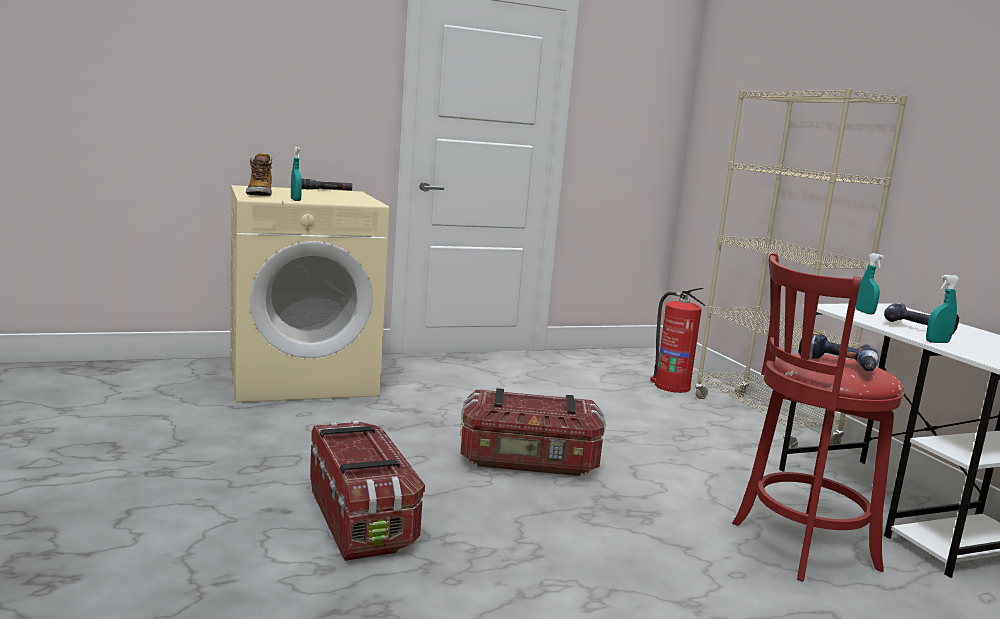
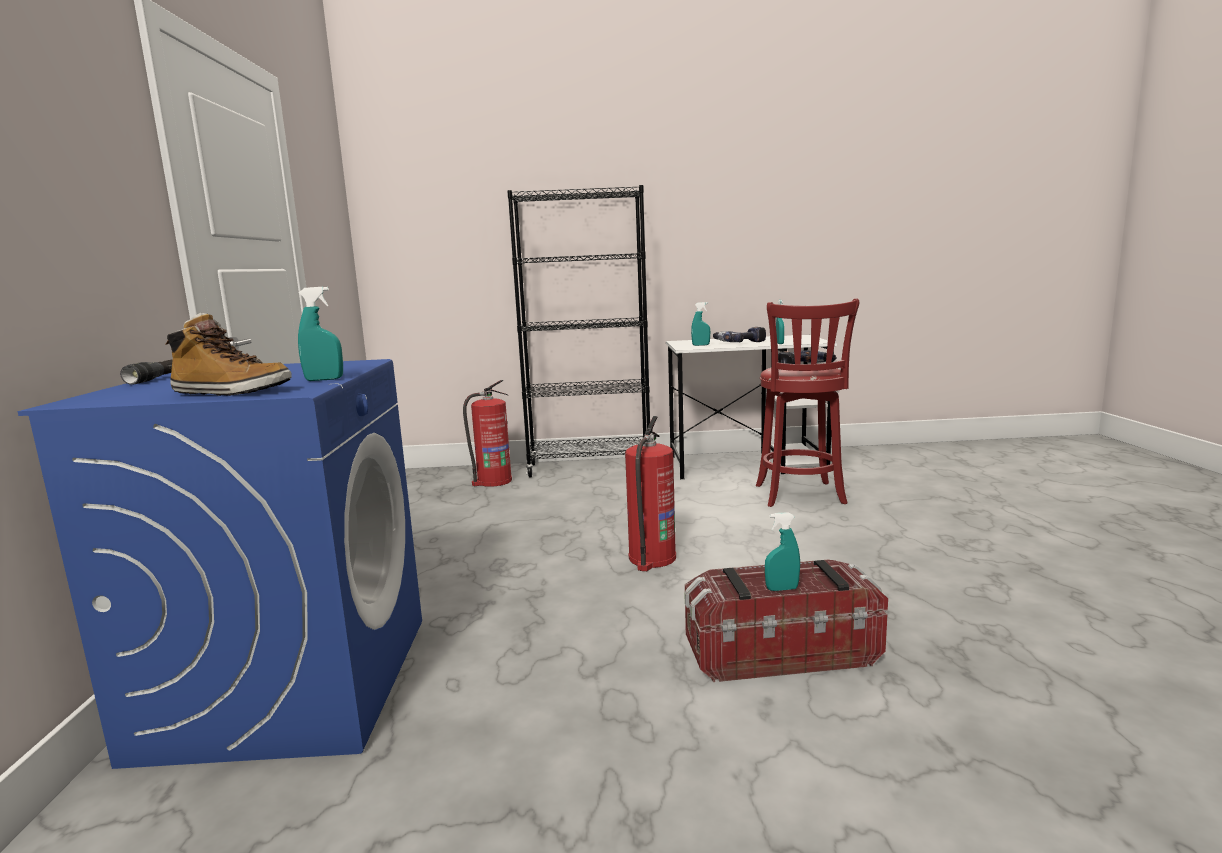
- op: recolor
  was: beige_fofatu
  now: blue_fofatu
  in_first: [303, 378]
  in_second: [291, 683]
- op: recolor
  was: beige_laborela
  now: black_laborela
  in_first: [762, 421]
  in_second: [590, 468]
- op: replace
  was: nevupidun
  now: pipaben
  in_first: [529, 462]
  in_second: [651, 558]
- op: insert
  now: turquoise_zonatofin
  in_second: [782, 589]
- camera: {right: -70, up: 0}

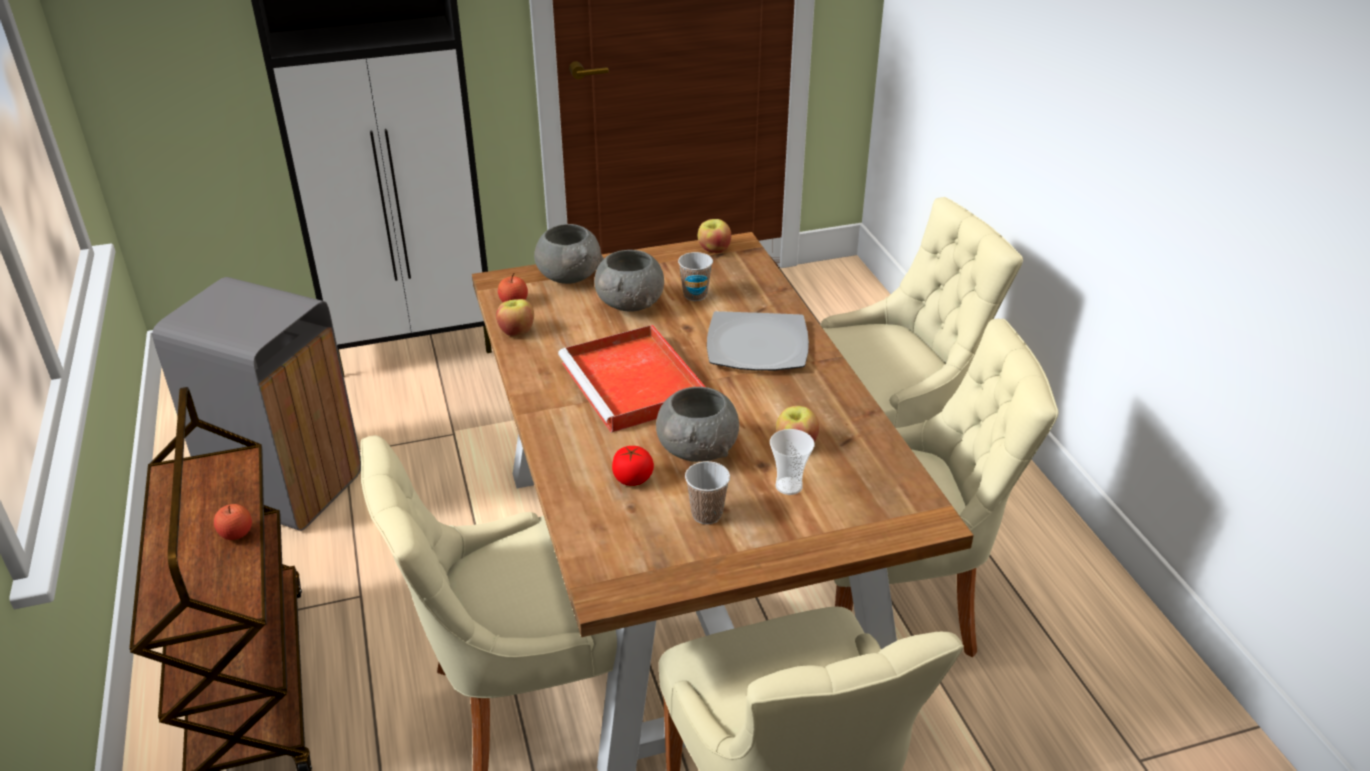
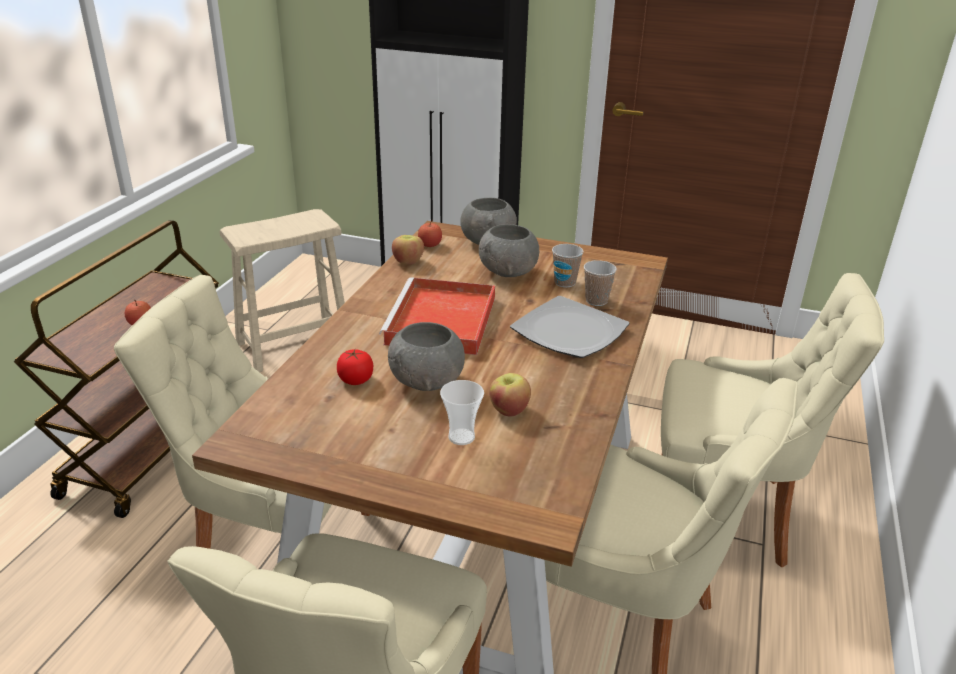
- op: replace
  was: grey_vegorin
  now: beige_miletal
  in_first: [286, 486]
  in_second: [293, 344]
- op: move
  was: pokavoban
  in_first: [707, 514]
  in_second: [596, 301]
- op: delete
  was: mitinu
  in_first: [714, 250]
- camera: {right: 35, up: -5}

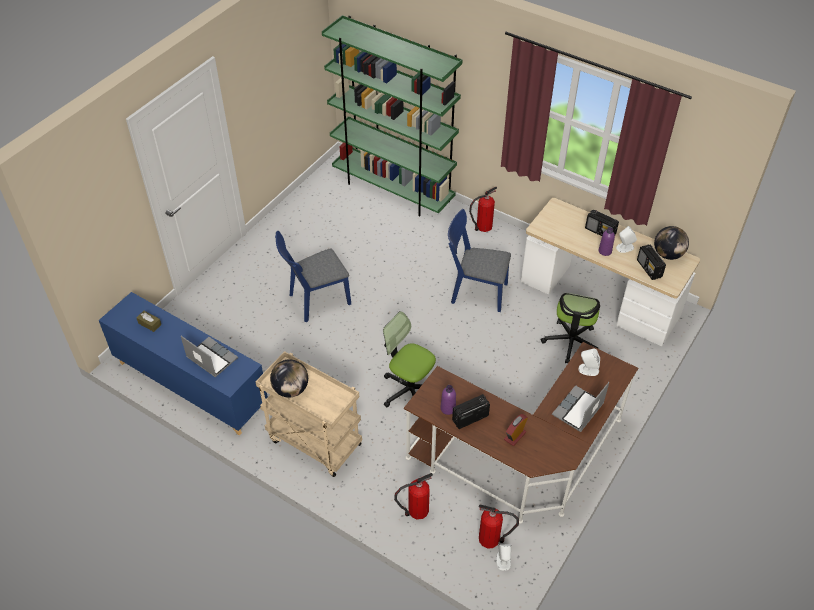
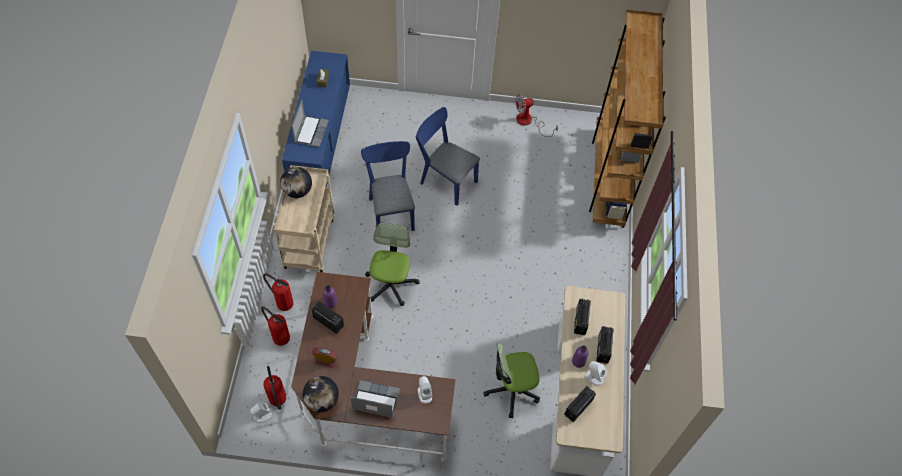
- op: move
  was: pipaben
  in_first: [483, 227]
  in_second: [283, 302]
- op: move
  was: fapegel
  in_first: [667, 254]
  in_second: [322, 400]
- op: move
  was: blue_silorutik
  in_first: [474, 292]
  in_second: [391, 210]
- op: insert
  now: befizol
  in_second: [529, 122]
- op: insert
  now: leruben
  in_second: [580, 321]
- op: recolor
  was: green_laborela
  now: brown_laborela
  in_first: [393, 190]
  in_second: [608, 178]
- camera: {right: 60, up: 10}

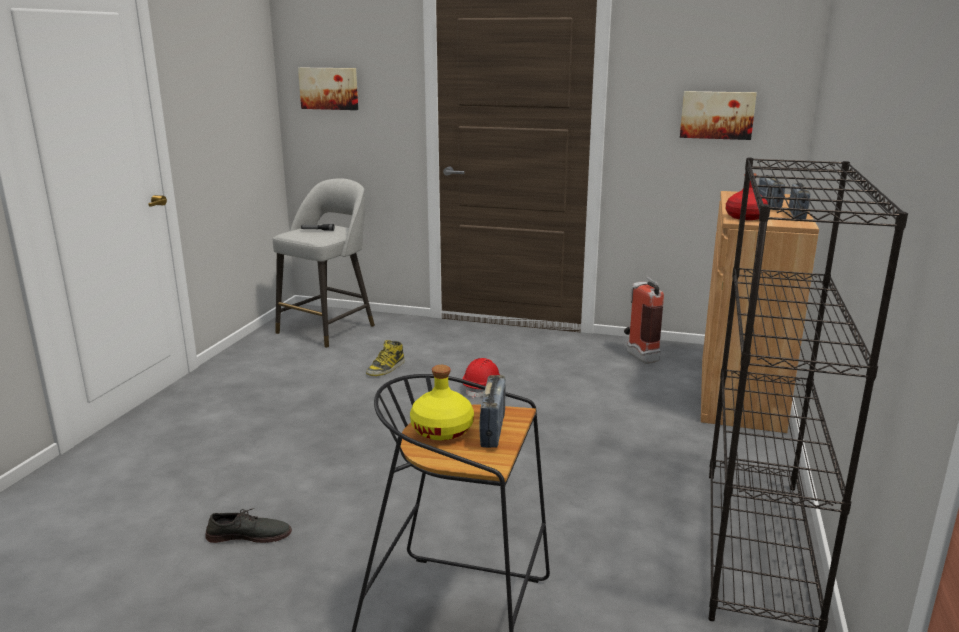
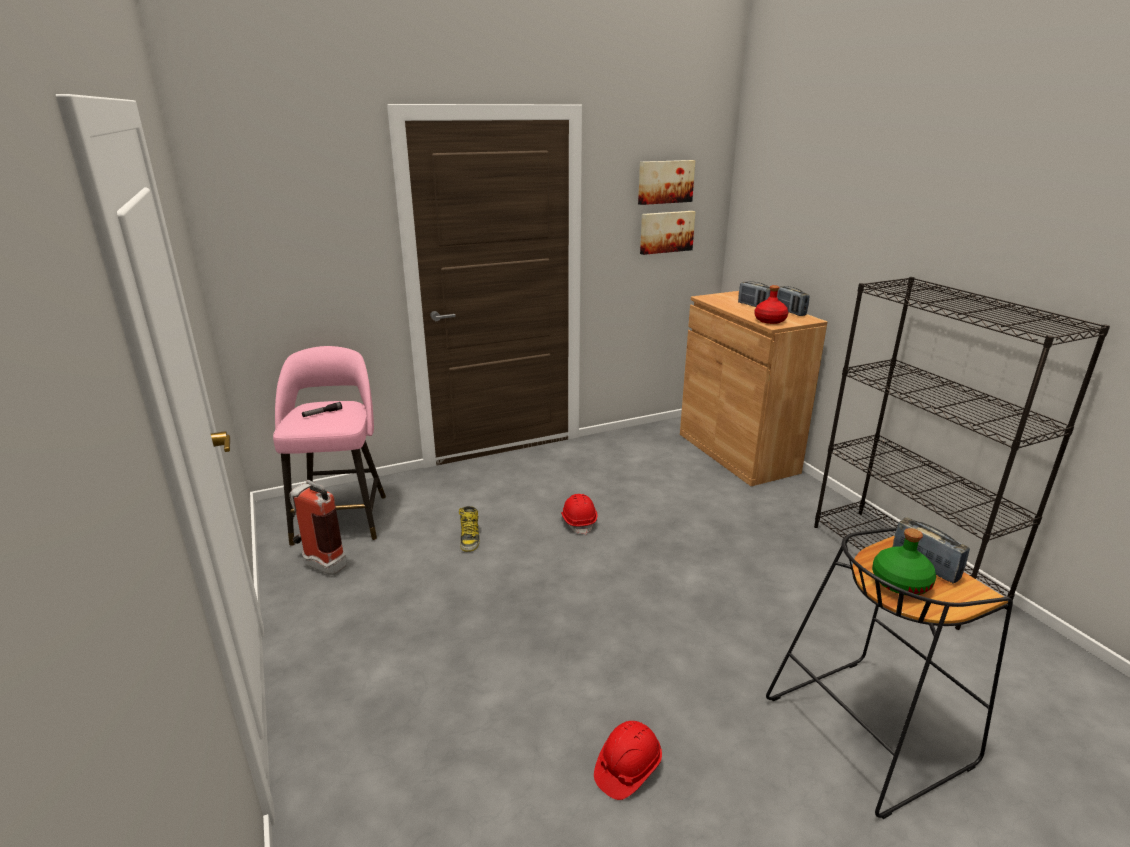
- op: recolor
  was: grey_miletal
  now: pink_miletal
  in_first: [328, 328]
  in_second: [341, 517]
- op: move
  was: pipaben
  in_first: [638, 355]
  in_second: [319, 563]
- op: replace
  was: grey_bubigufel
  now: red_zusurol
  in_first: [249, 535]
  in_second: [627, 768]
- op: move
  was: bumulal
  in_first: [329, 88]
  in_second: [665, 182]
- op: recolor
  was: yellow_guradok
  now: green_guradok
  in_first: [442, 429]
  in_second: [900, 582]
- camera: {right: -40, up: 5}

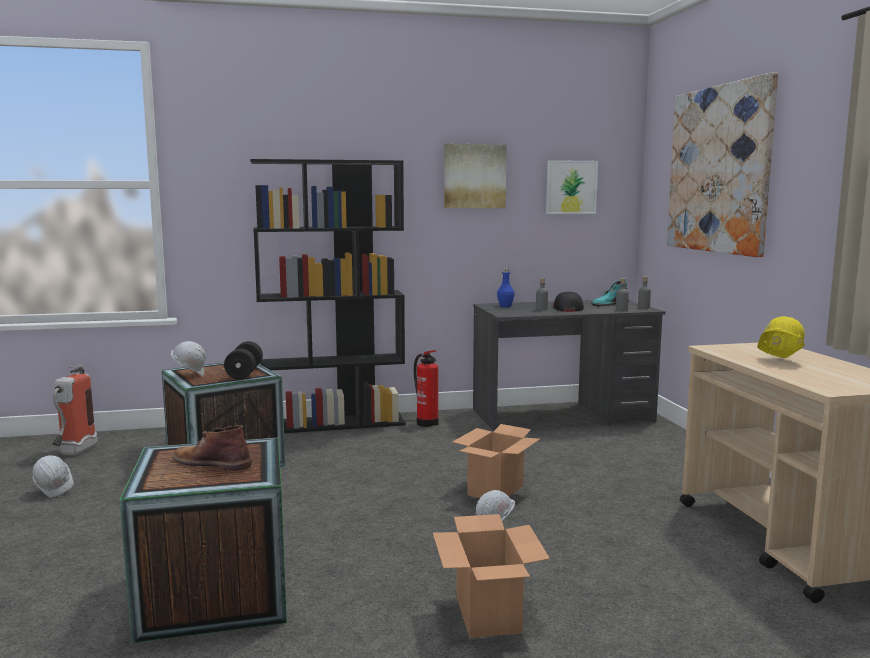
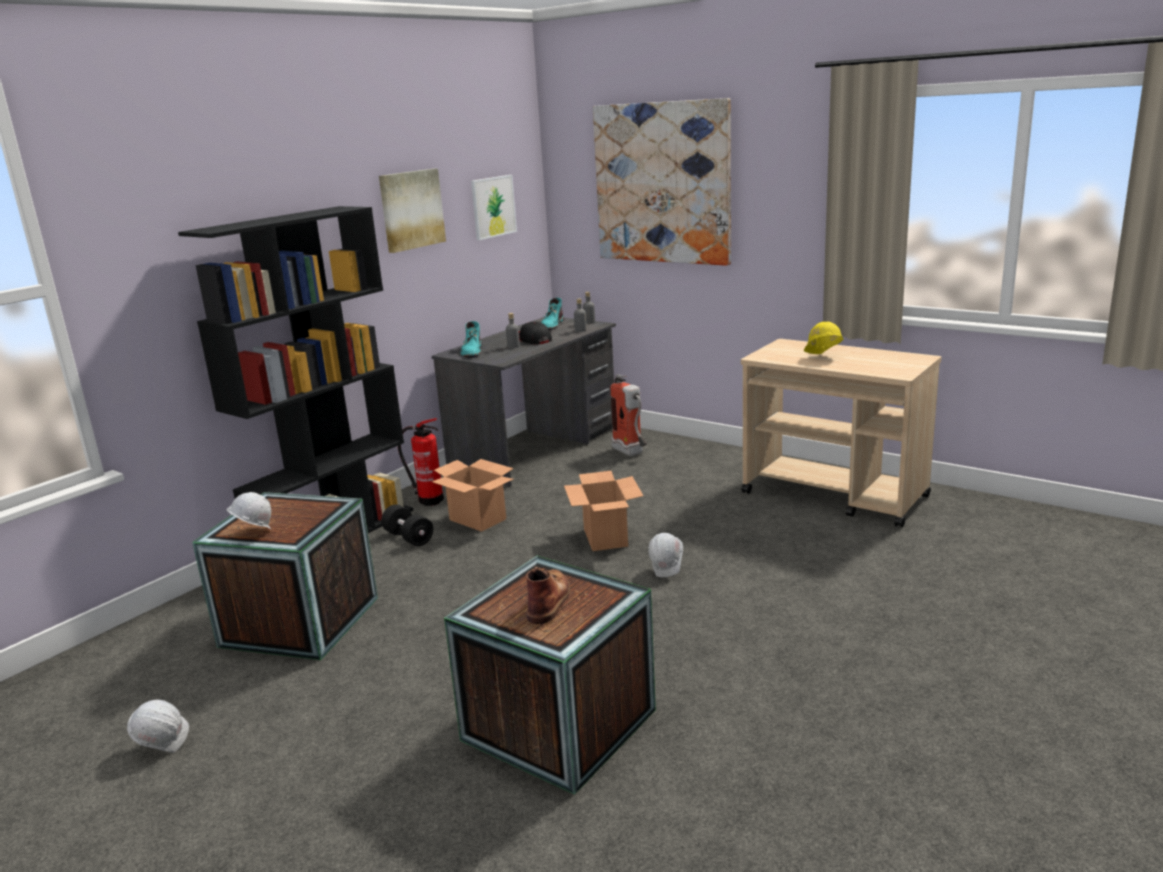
- op: move
  was: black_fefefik
  in_first: [244, 373]
  in_second: [408, 537]
- op: move
  was: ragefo
  in_first: [488, 615]
  in_second: [478, 519]
- op: replace
  was: blue_guradok
  now: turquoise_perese
  in_first: [505, 306]
  in_second: [472, 351]
- op: rotate
  was: brown_perese
  in_first: [211, 463]
  in_second: [549, 600]
  clockwise: 120
- op: move
  was: pipaben
  in_first: [74, 453]
  in_second: [631, 453]
- camera: {right: -40, up: 10}

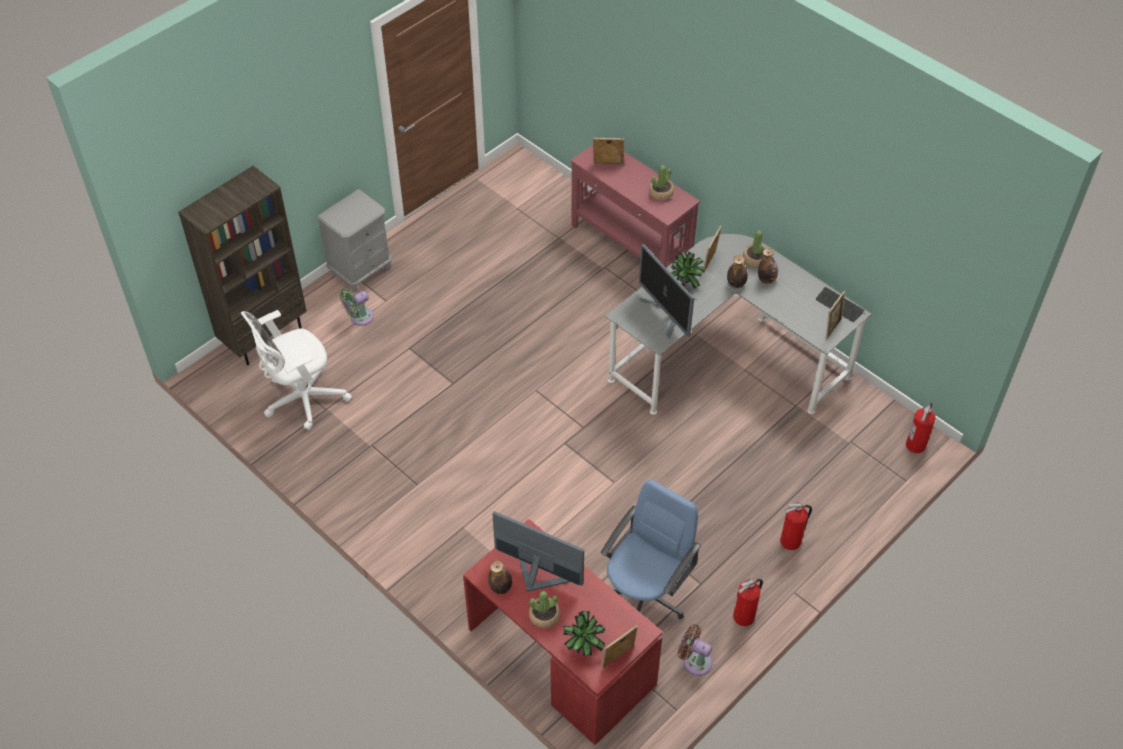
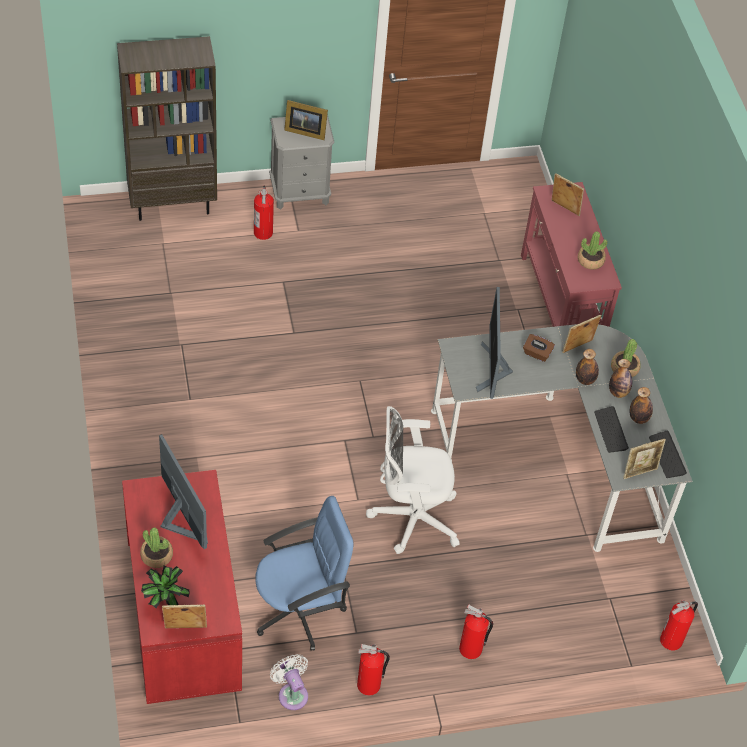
- op: replace
  was: green_befizol
  now: pipaben
  in_first: [359, 318]
  in_second: [263, 232]
- op: recolor
  was: brown_befizol
  now: white_befizol
  in_first: [695, 661]
  in_second: [292, 693]
- op: insert
  now: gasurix
  in_second: [304, 131]
- op: move
  was: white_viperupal
  in_first: [301, 399]
  in_second: [410, 518]
- op: replace
  was: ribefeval
  now: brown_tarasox
  in_first: [685, 284]
  in_second: [537, 353]
- op: insert
  now: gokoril
  in_second: [610, 430]
- op: move
  was: guradok
  in_first: [501, 587]
  in_second: [638, 418]
- camera: {right: 30, up: 0}

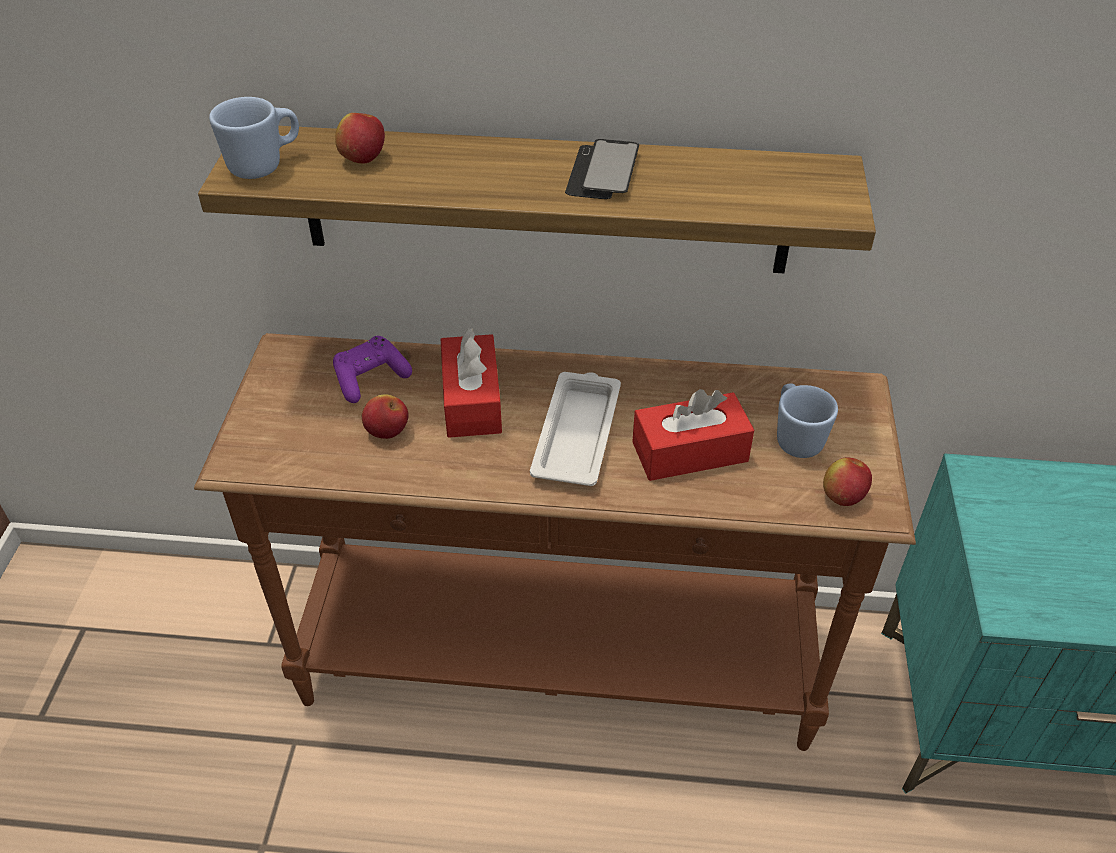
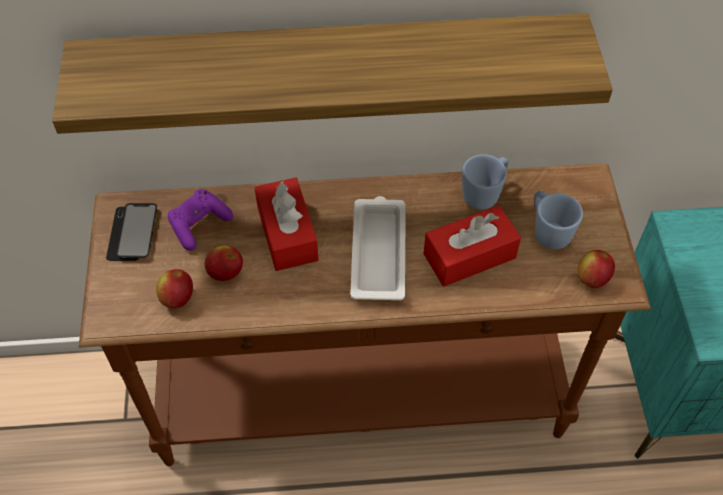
- op: move
  was: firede
  in_first: [602, 172]
  in_second: [132, 233]
- op: move
  was: mitinu
  in_first: [363, 159]
  in_second: [177, 298]
- op: move
  was: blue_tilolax
  in_first: [265, 165]
  in_second: [484, 193]
- camera: {right: -10, up: 10}

